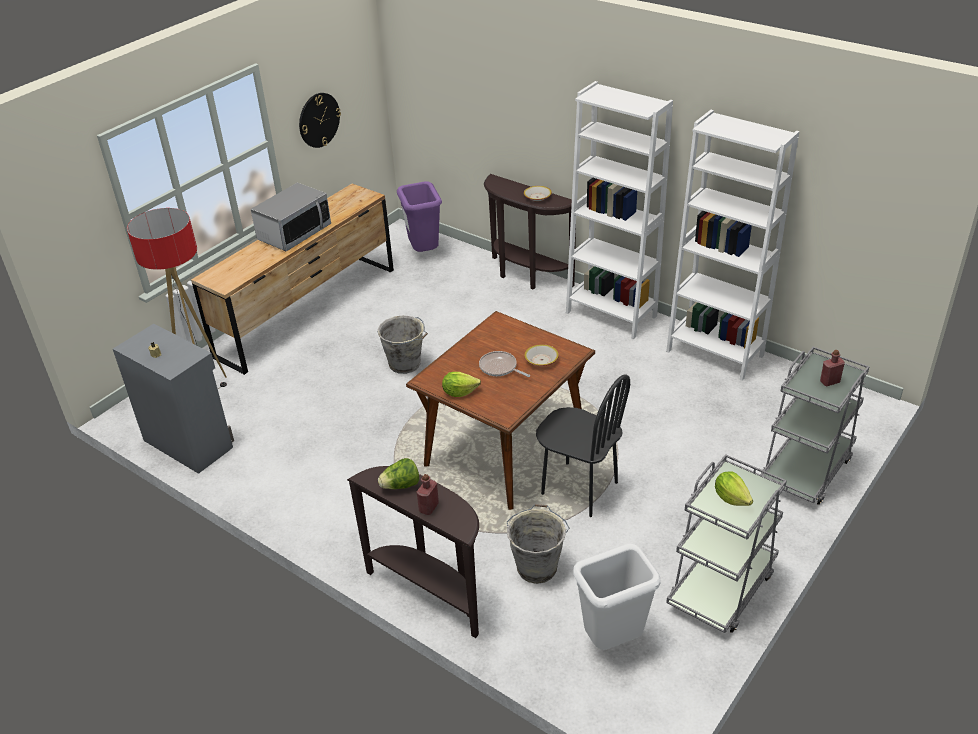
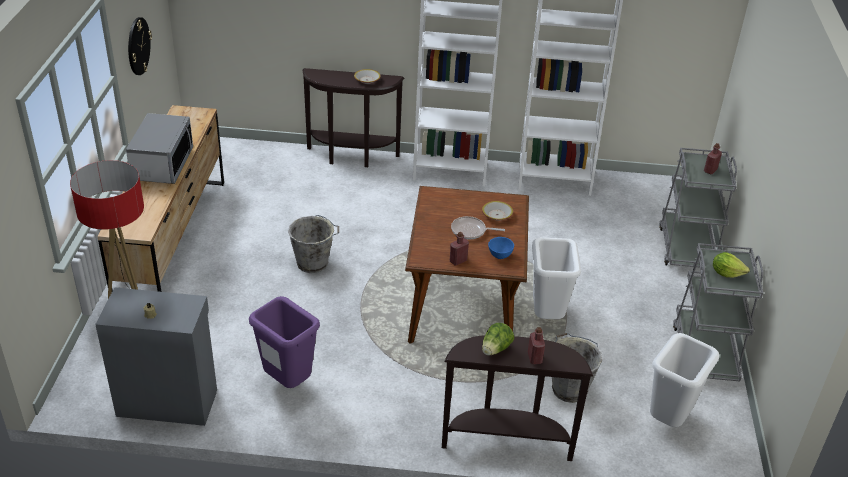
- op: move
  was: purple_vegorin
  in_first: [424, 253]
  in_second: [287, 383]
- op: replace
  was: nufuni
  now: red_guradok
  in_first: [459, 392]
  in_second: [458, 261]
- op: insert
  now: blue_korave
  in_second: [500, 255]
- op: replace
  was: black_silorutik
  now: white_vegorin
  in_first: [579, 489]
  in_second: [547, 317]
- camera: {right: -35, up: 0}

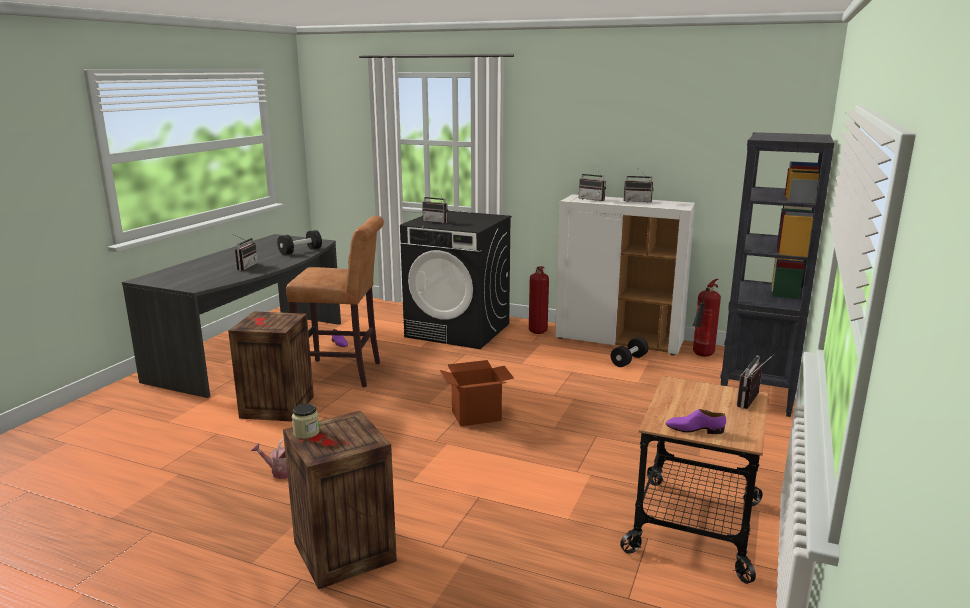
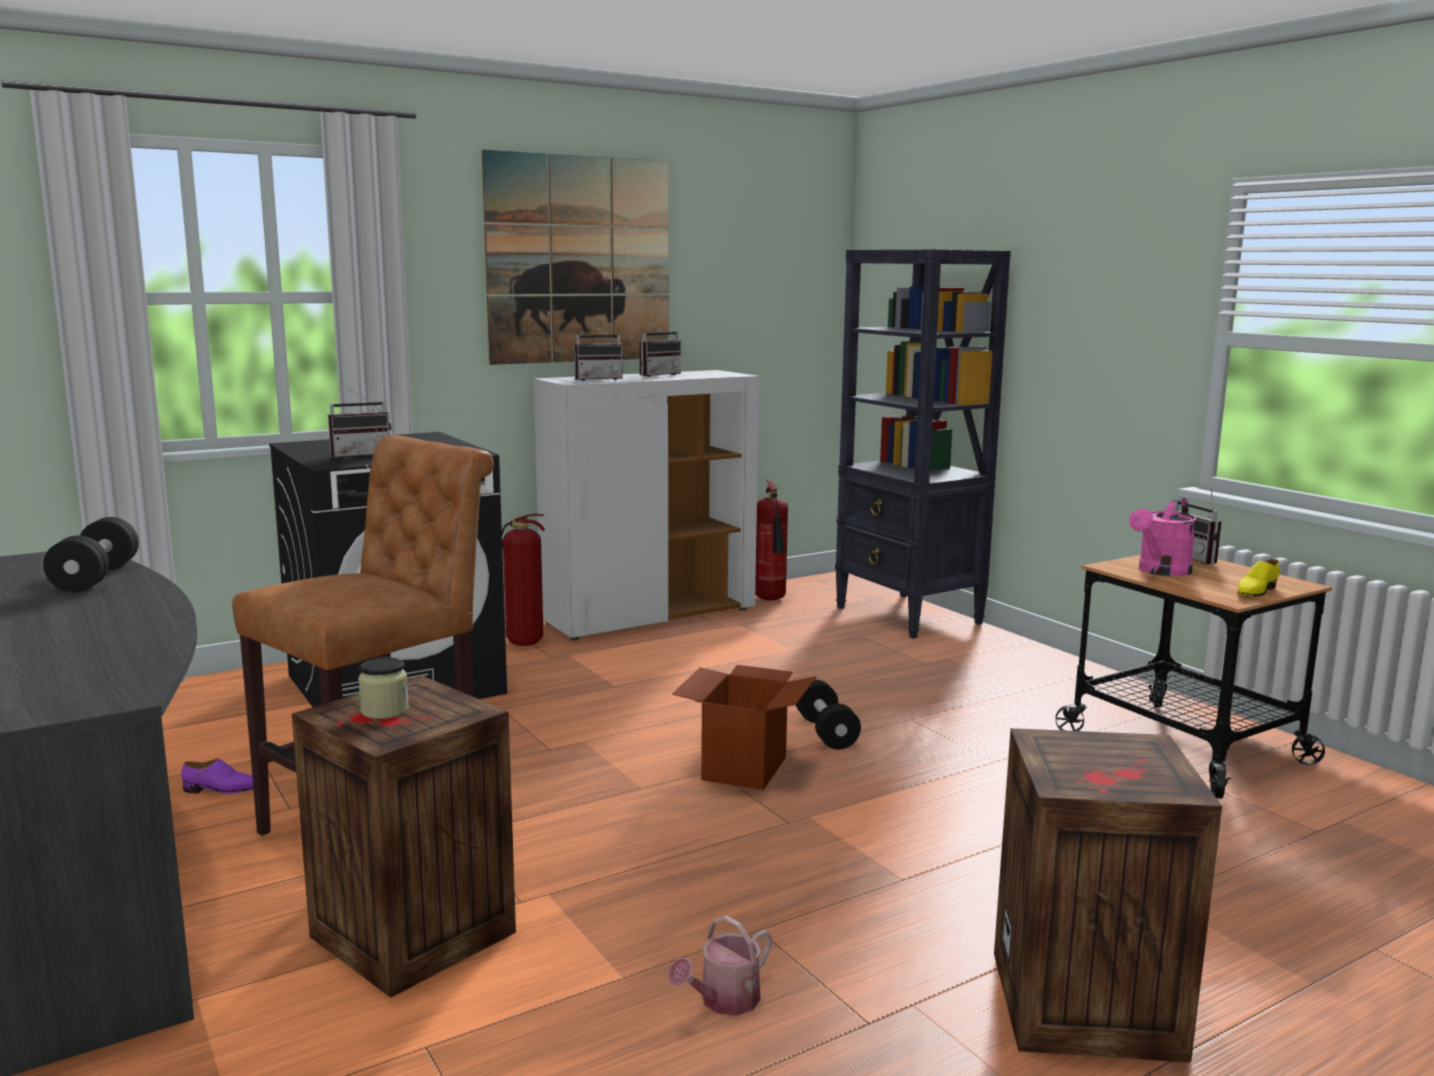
- op: move
  was: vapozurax
  in_first: [306, 433]
  in_second: [384, 710]
- op: insert
  now: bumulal
  in_second: [580, 260]
- op: move
  was: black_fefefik
  in_first: [629, 361]
  in_second: [826, 732]
- op: insert
  now: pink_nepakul
  in_second: [1160, 571]
- op: recolor
  was: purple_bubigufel
  now: yellow_bubigufel
  in_first: [694, 429]
  in_second: [1255, 591]
- op: delete
  was: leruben
  in_first: [244, 267]
- camera: {right: -55, up: -5}

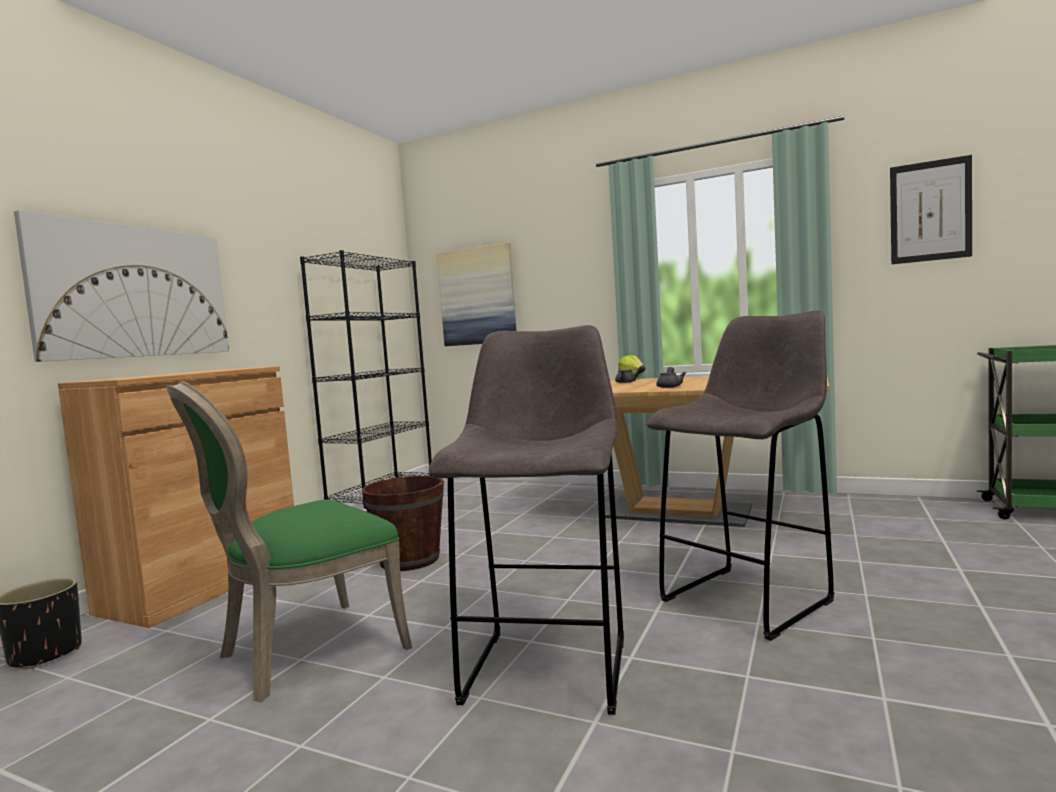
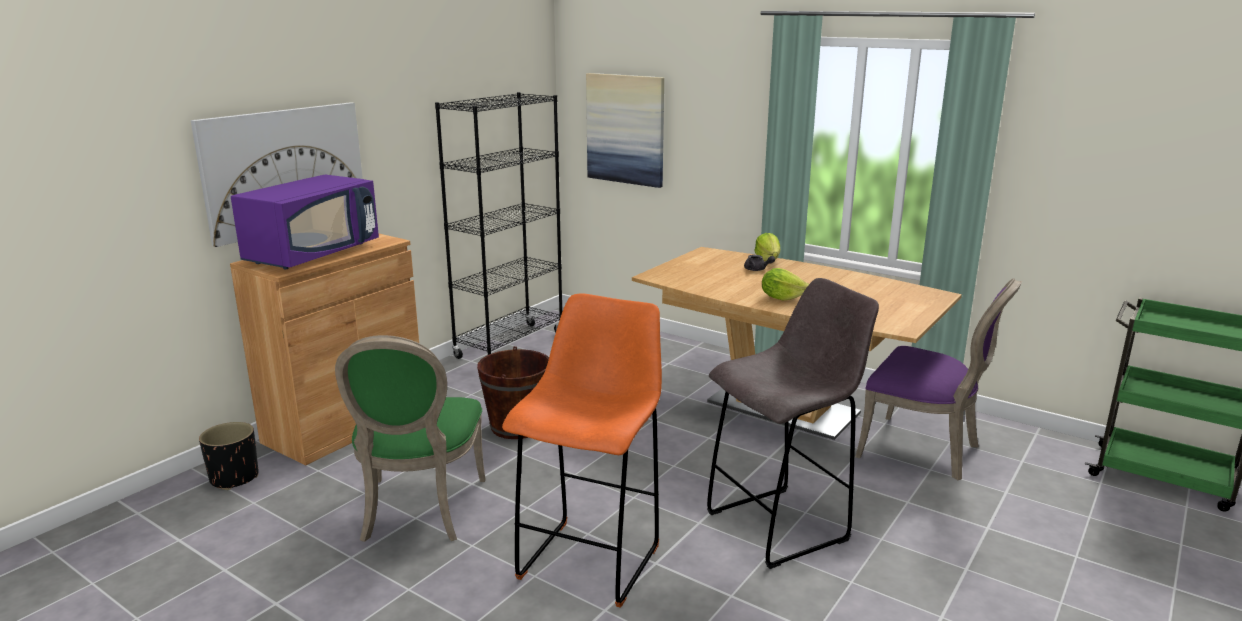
- op: insert
  now: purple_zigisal
  in_second: [313, 254]
- op: rotate
  was: green_silorutik
  in_first: [304, 652]
  in_second: [419, 511]
  clockwise: -60
- op: recolor
  was: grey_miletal
  now: orange_miletal
  in_first: [548, 666]
  in_second: [592, 559]
- op: replace
  was: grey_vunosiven
  now: nufuni
  in_first: [670, 386]
  in_second: [781, 298]
- op: insert
  now: purple_silorutik
  in_second: [924, 450]
- op: delete
  was: bumulal
  in_first: [930, 211]
- camera: {right: 10, up: 15}

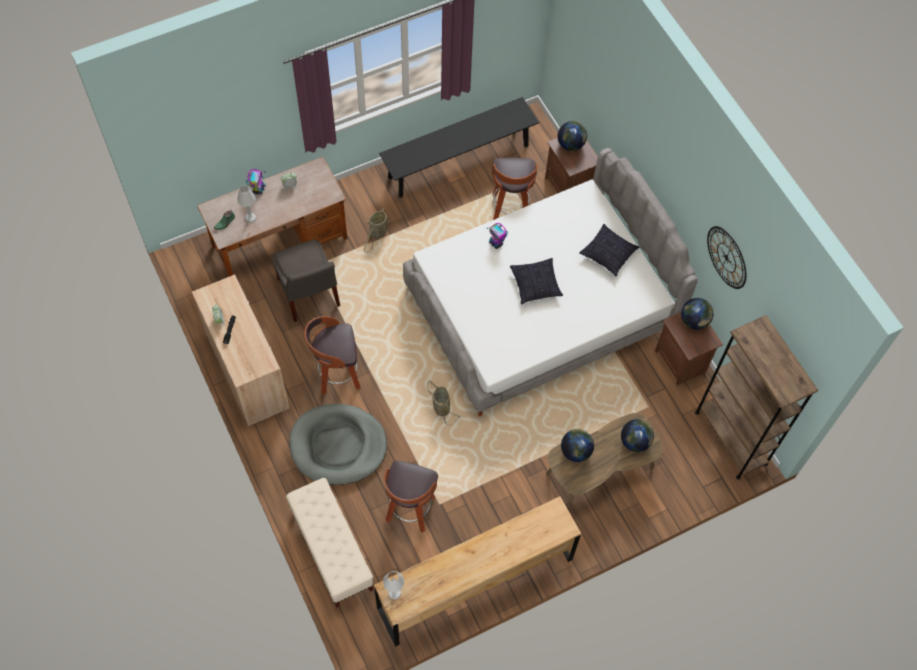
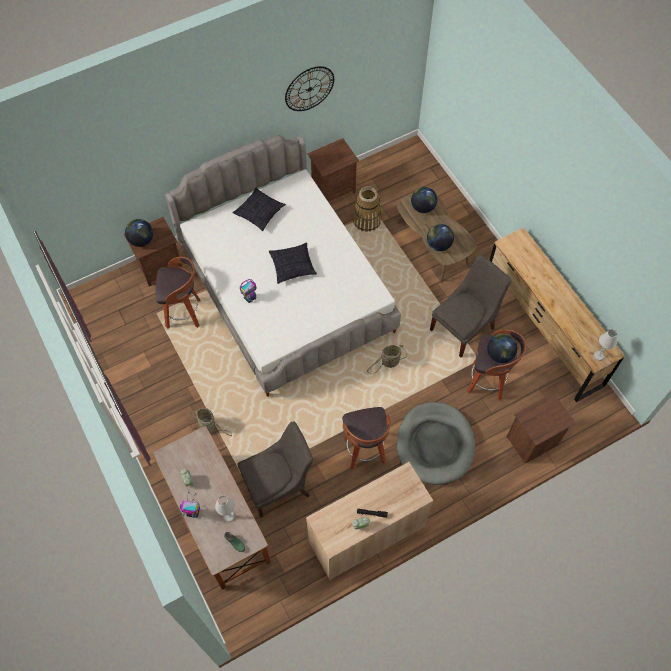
- op: insert
  now: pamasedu
  in_second: [367, 220]
- op: insert
  now: grey_silorutik
  in_second: [464, 327]
- op: move
  was: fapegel
  in_first: [694, 321]
  in_second: [499, 354]
- op: replace
  was: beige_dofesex
  now: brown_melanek
  in_first: [332, 550]
  in_second: [532, 441]
- op: delete
  was: black_dofesex
  in_first: [458, 161]
- op: delete
  was: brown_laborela
  in_first: [731, 438]
- camera: {right: -90, up: 0}

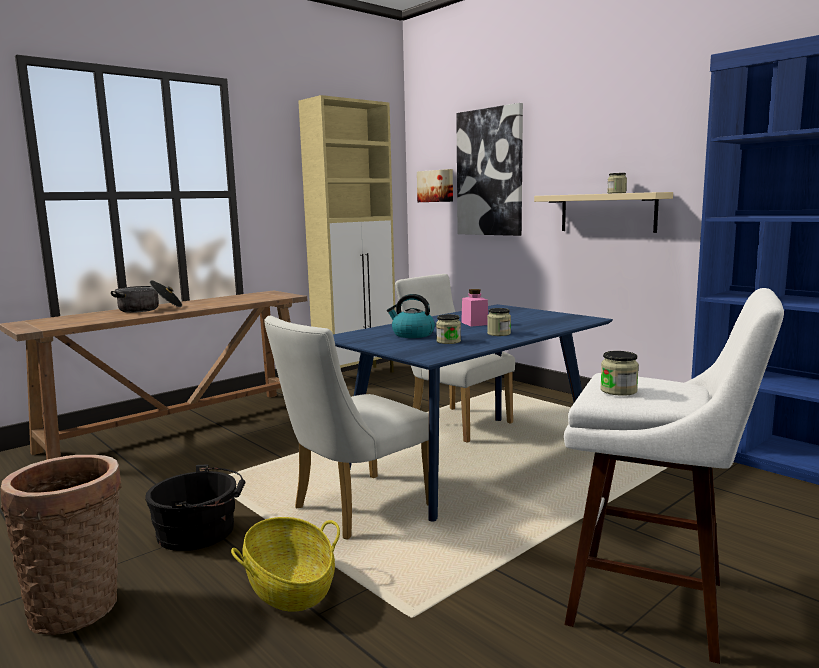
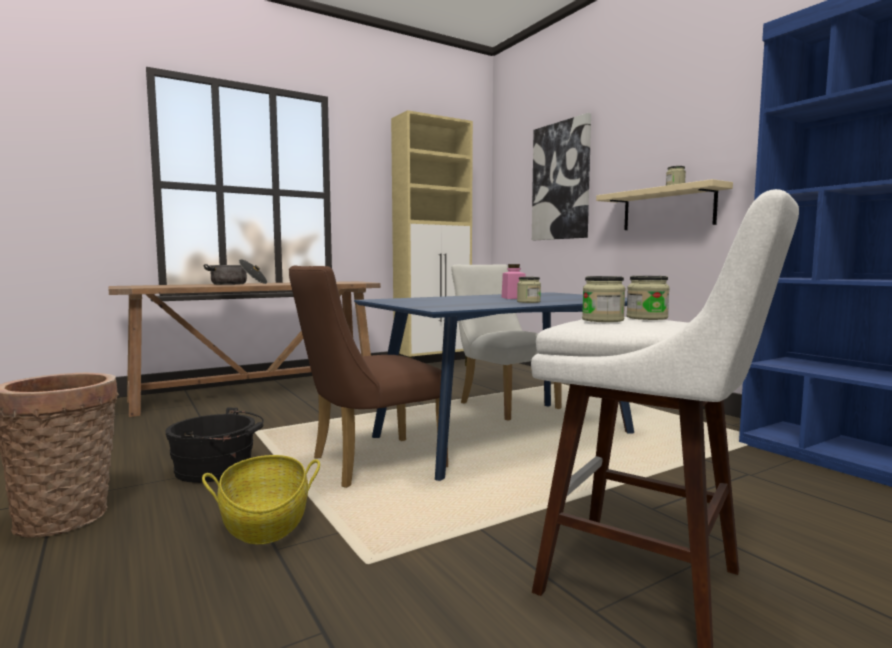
- op: recolor
  was: white_silorutik
  now: brown_silorutik
  in_first: [354, 510]
  in_second: [368, 464]
- op: move
  was: vapozurax
  in_first: [448, 341]
  in_second: [647, 318]
- op: delete
  was: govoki
  in_first: [412, 334]
- op: delete
  was: bumulal
  in_first: [436, 186]
- camera: {right: 10, up: -5}

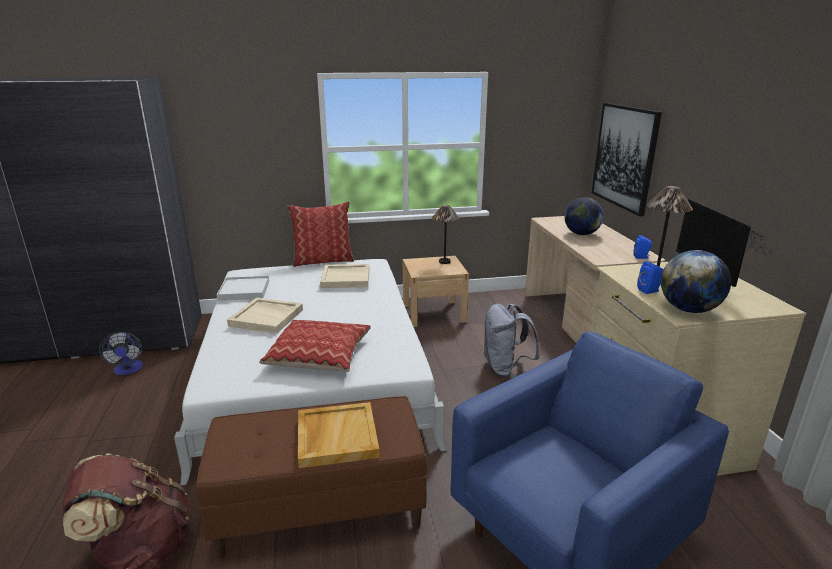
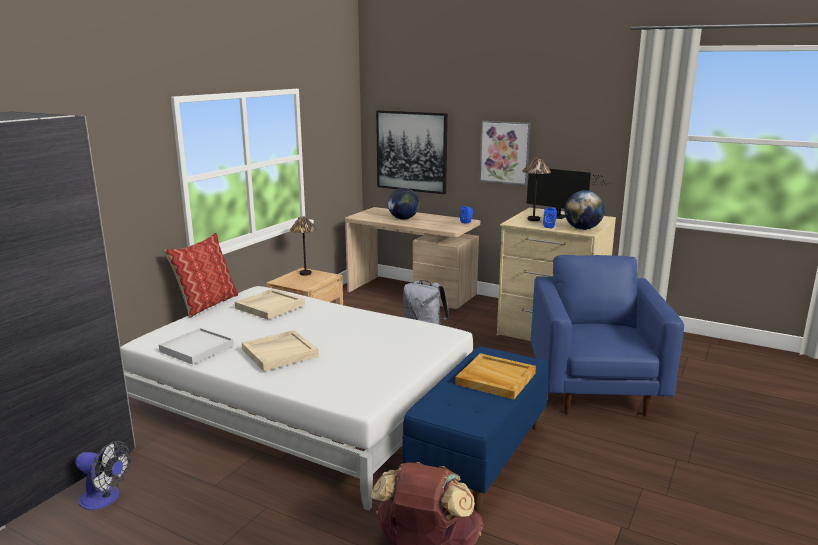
- op: recolor
  was: brown_dofesex
  now: blue_dofesex
  in_first: [321, 508]
  in_second: [478, 455]
- op: insert
  now: bumulal
  in_second: [505, 152]
- op: delete
  was: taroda
  in_first: [319, 355]
- camera: {right: -50, up: -5}

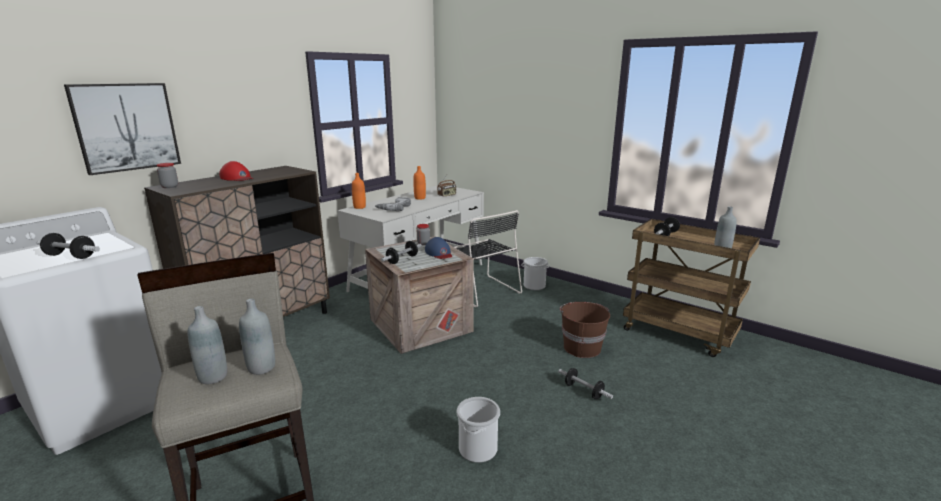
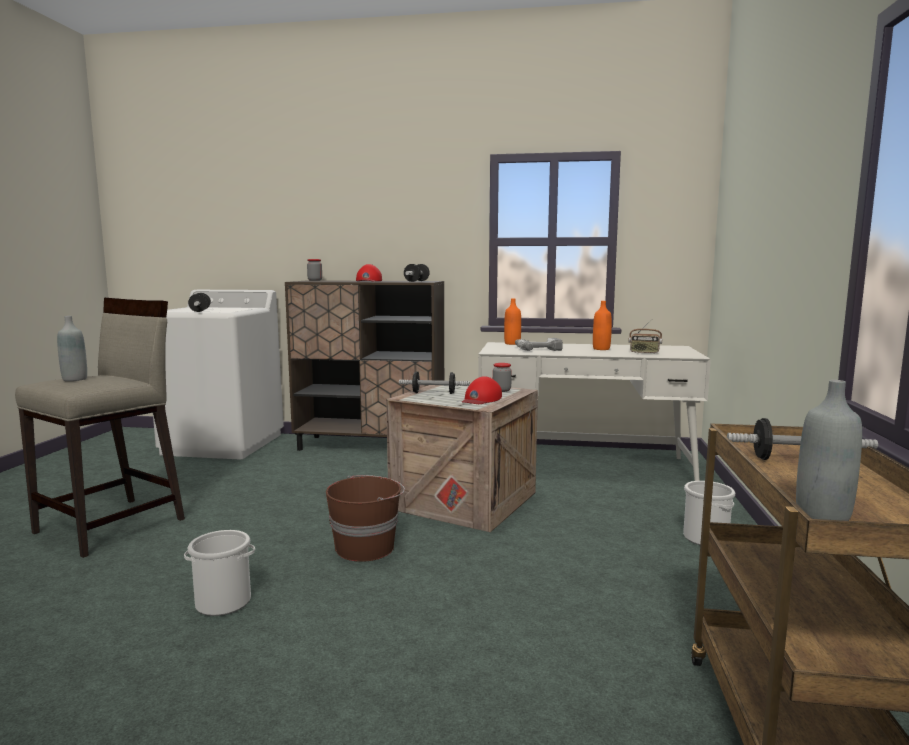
- op: move
  was: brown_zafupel
  in_first: [581, 347]
  in_second: [366, 547]
- op: move
  was: fefefik
  in_first: [583, 391]
  in_second: [416, 281]
- op: recolor
  was: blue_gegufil
  now: red_gegufil
  in_first: [439, 253]
  in_second: [481, 399]
- op: delete
  was: bumulal
  in_first: [126, 127]
- op: delete
  was: grey_guradok
  in_first: [261, 368]
- op: delete
  was: black_silorutik
  in_first: [481, 289]
- camera: {right: 60, up: -10}

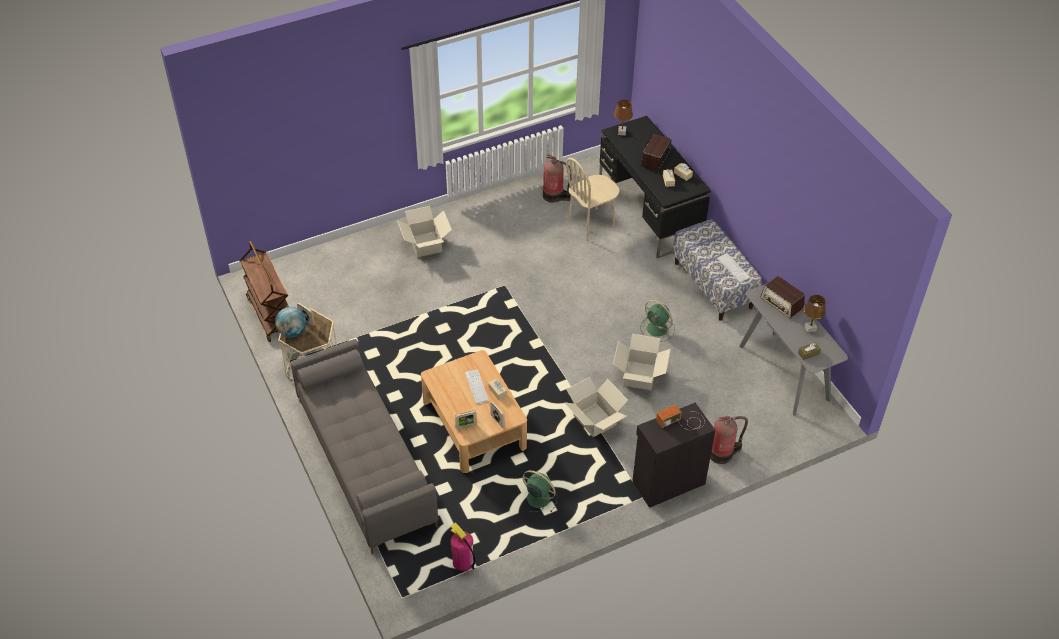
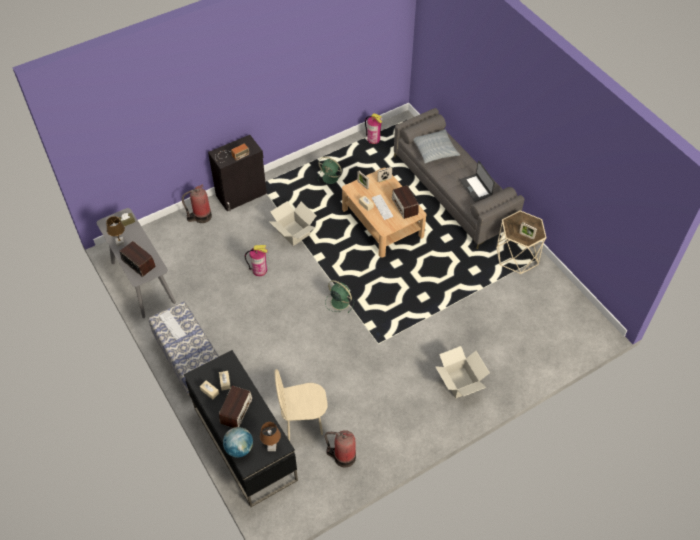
- op: move
  was: fapegel
  in_first: [292, 332]
  in_second: [239, 448]
- op: replace
  was: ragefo
  now: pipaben
  in_first: [639, 375]
  in_second: [259, 270]
- op: rotate
  was: beige_silorutik
  in_first: [591, 224]
  in_second: [303, 423]
  clockwise: -150
- op: move
  was: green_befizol
  in_first: [657, 329]
  in_second: [339, 301]
- op: insert
  now: leruben
  in_second: [404, 206]
- op: insert
  now: taroda
  in_second: [434, 150]
- op: insert
  now: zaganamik
  in_second: [476, 188]
- op: delete
  was: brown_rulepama
  in_first: [270, 314]
- camera: {right: 175, up: 5}

